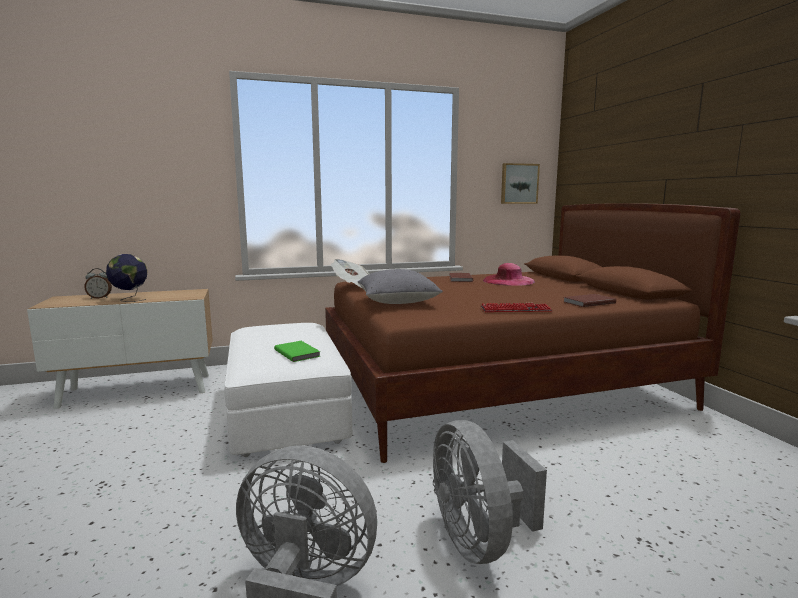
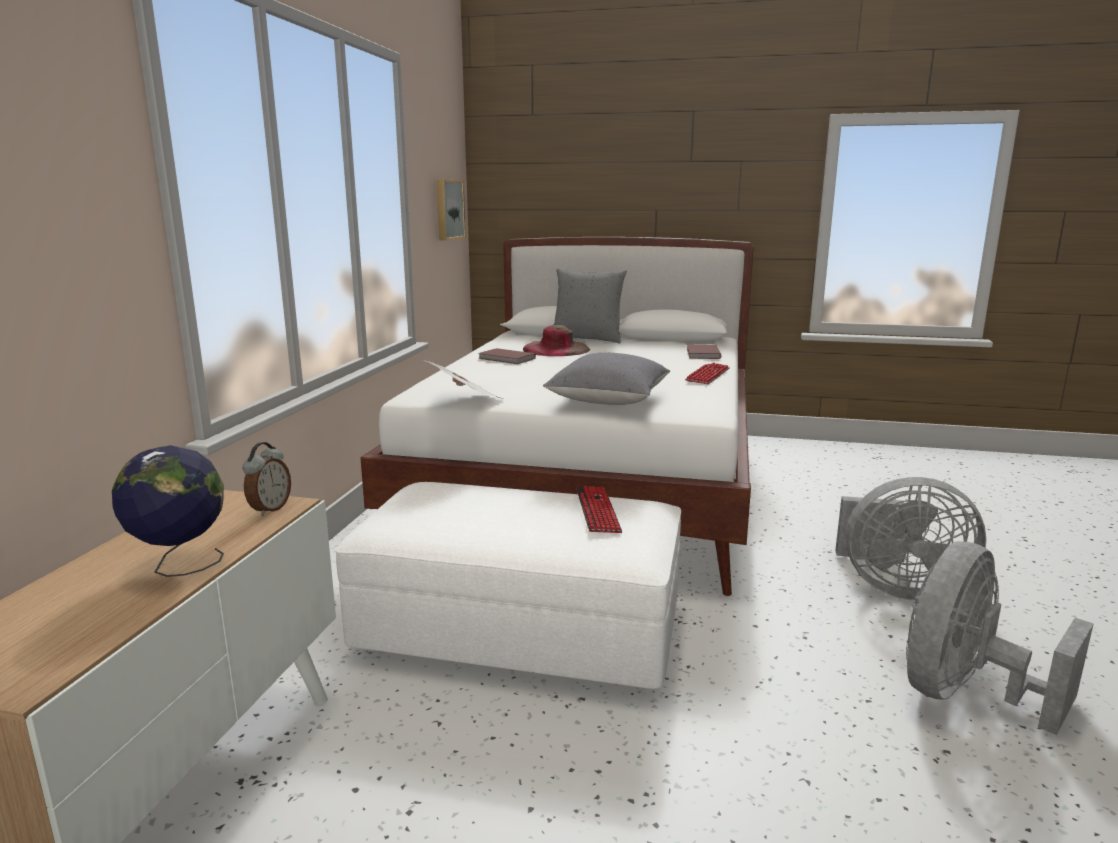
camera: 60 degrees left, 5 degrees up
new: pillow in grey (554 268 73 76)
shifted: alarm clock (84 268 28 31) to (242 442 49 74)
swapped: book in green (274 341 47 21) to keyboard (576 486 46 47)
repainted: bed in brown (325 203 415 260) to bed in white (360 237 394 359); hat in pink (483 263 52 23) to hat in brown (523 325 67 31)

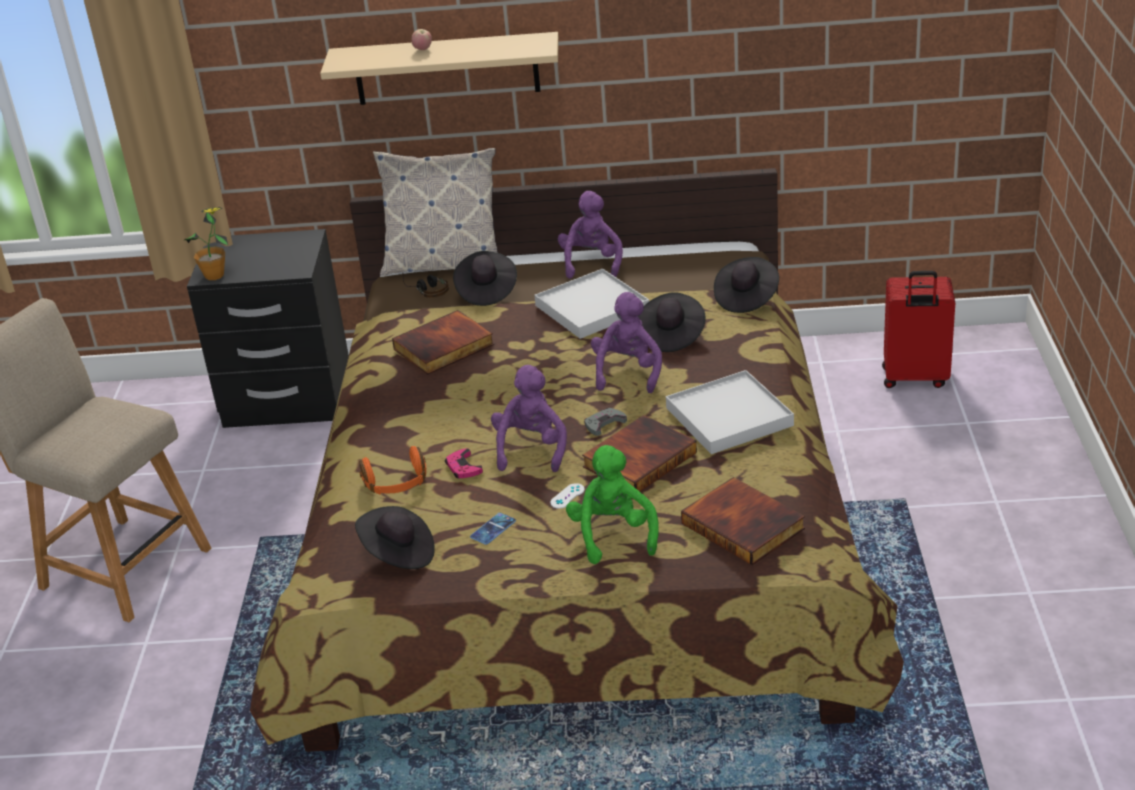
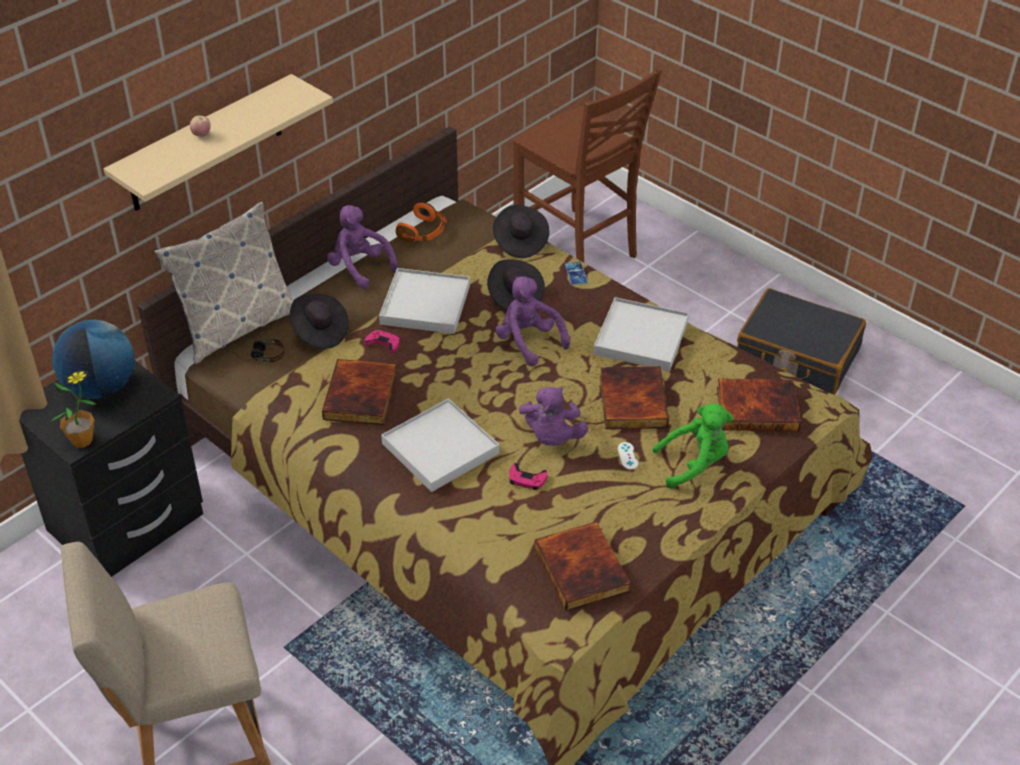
camera: 50 degrees left, 10 degrees up
gone: game controller in grey (584 408 43 28)
new: globe (52 320 82 79); game controller in pink (364 330 36 24); tray in white (381 398 118 94); suitcase in black (737 288 129 107)
shifted: headphones in orange (359 446 67 48) to (396 202 51 41); phone (470 513 46 32) to (565 262 23 23)
swapped: hat in black (355 506 80 63) to book (534 522 97 89); suitcase in red (882 271 73 117) to chair in brown (513 67 149 196)
rotated: plush toy in purple (491 365 76 107) = (519 387 69 59) 135 degrees counterclockwise; plush toy in green (566 445 93 119) = (652 404 81 85) 135 degrees clockwise

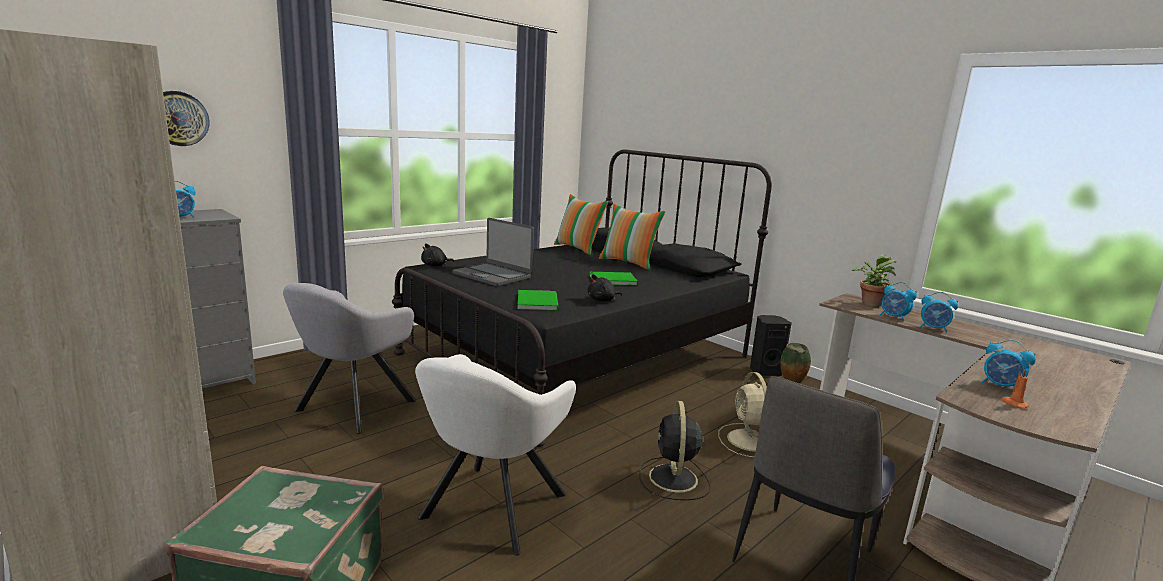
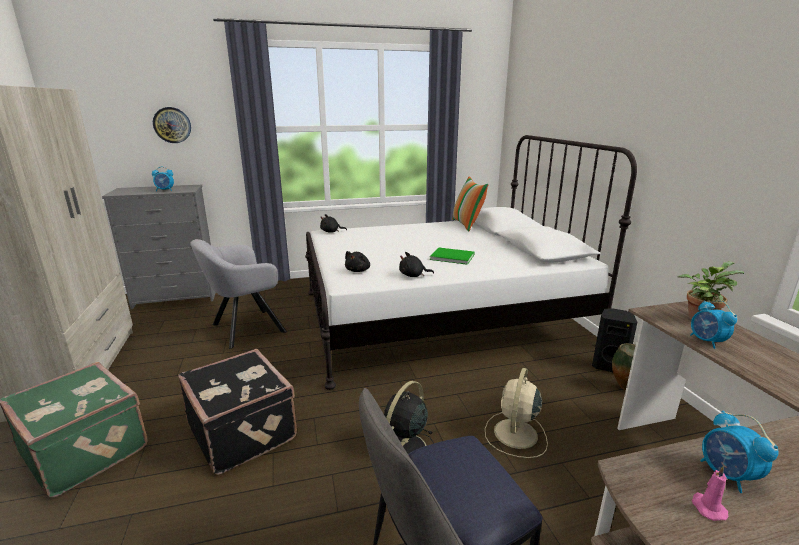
camera: 30 degrees right, 5 degrees up
gone: laptop (452 218 82 69); pillow (599 203 66 67); alarm clock (920 292 38 41)
swapped: armchair in white (415 354 161 202) to suitcase in black (178 349 119 126); book in green (517 290 42 21) to plush toy in black (345 251 25 21)
repainted: bed in black (392 150 380 297) to bed in white (305 135 332 255); candle in orange (1001 369 28 40) to candle in pink (692 466 36 55)

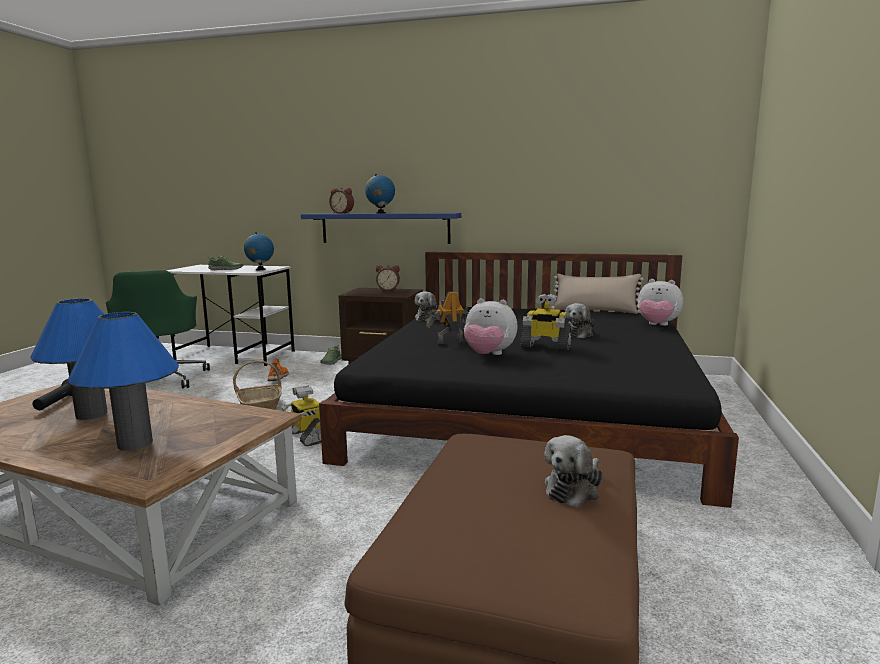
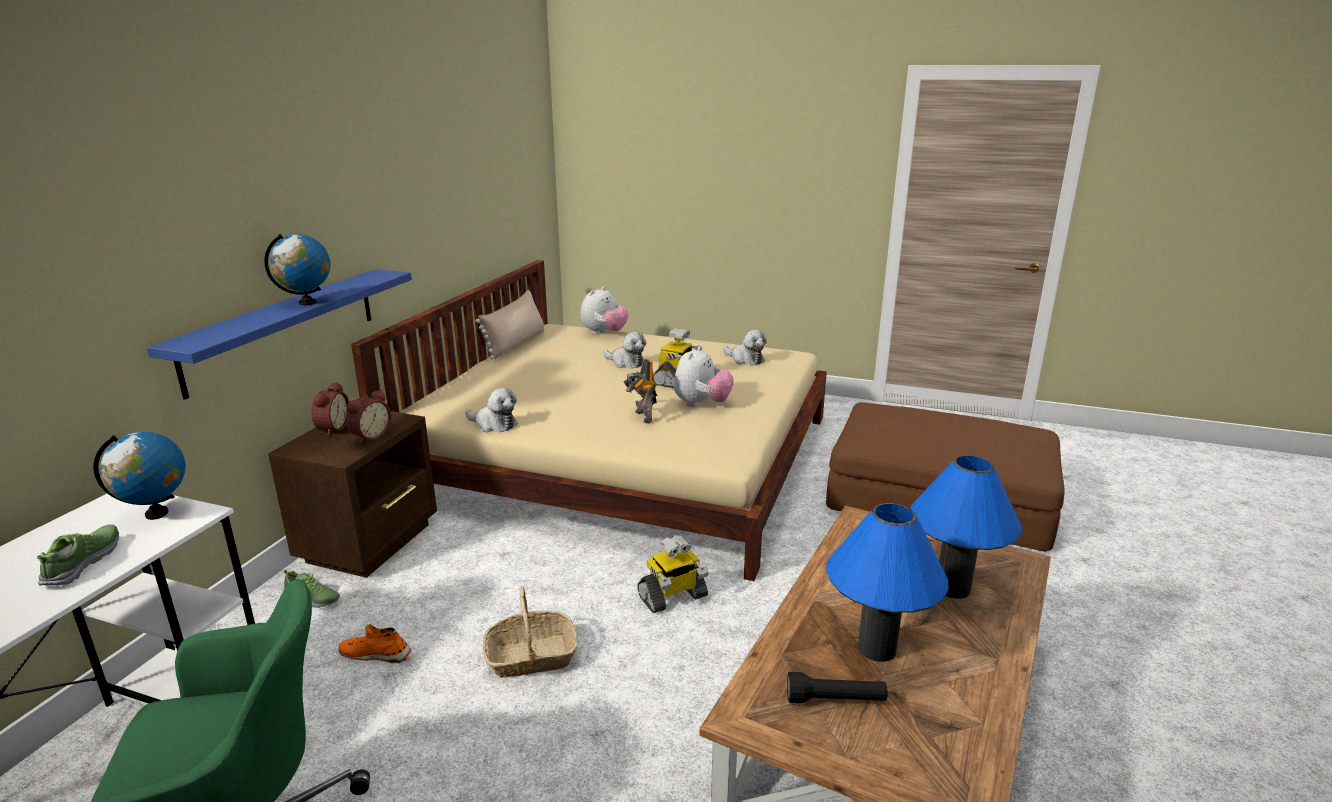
camera: 85 degrees left, 10 degrees up
shifted: alarm clock (329 188 25 25) to (345 390 46 53); plush toy (544 435 59 73) to (723 330 44 36)
repainted: bed in black (319 252 420 256) to bed in beige (351 260 476 321)

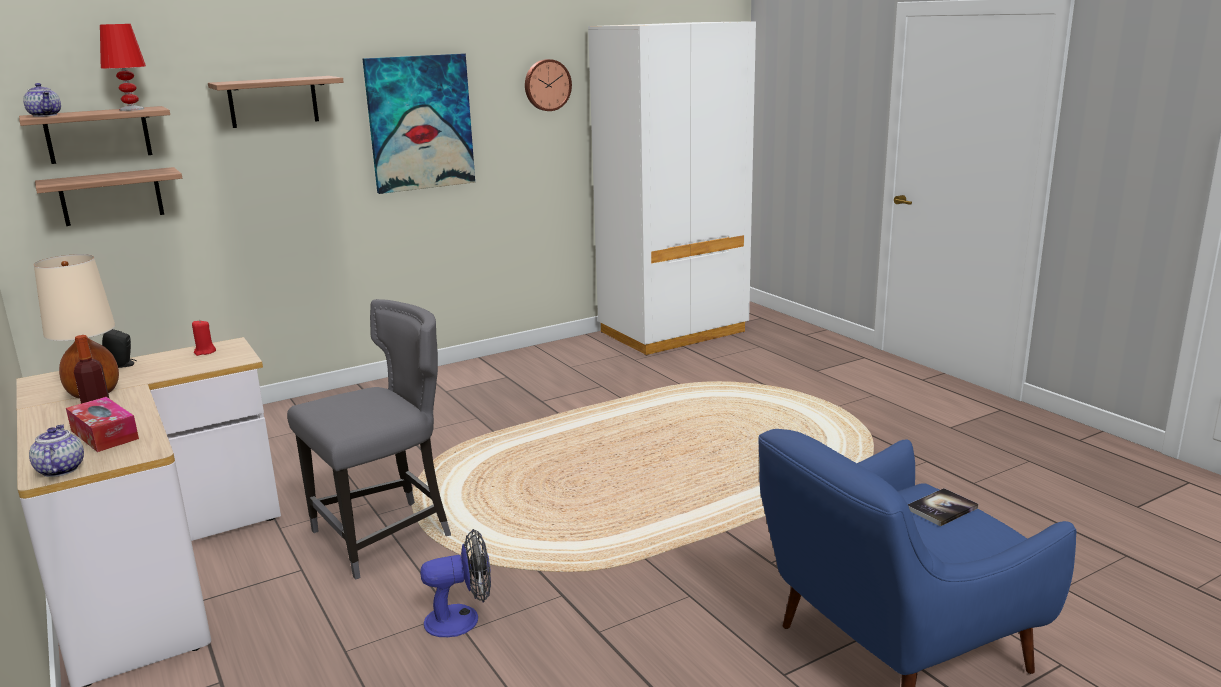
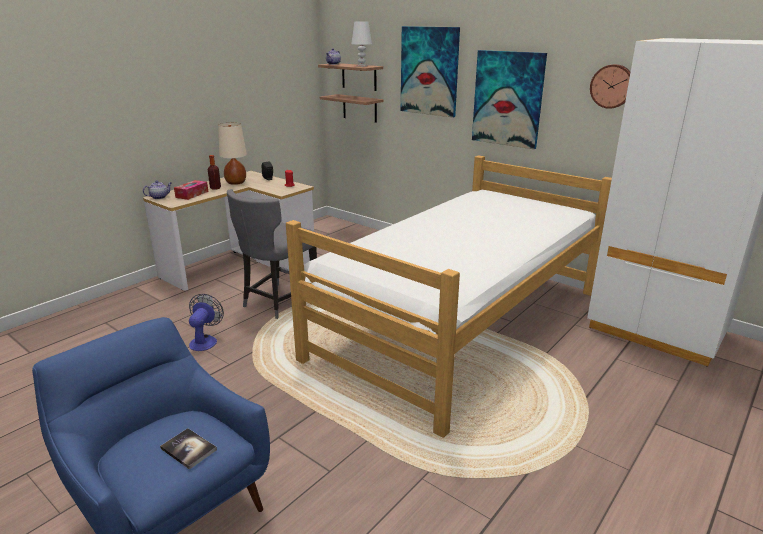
camera: 70 degrees right, 5 degrees up
new: bed (286 155 326 283)
swapped: shelf (208 76 136 52) to picture (401 26 59 91)
repainted: table lamp in red (100 24 46 87) to table lamp in white (351 21 21 46)
rotated: chair in grey (287 299 164 281) = (227 189 90 130) 90 degrees clockwise; fan (420 529 71 108) = (189 294 35 57) 135 degrees counterclockwise

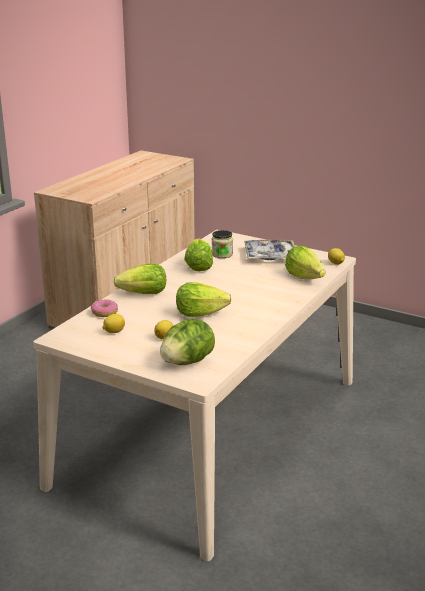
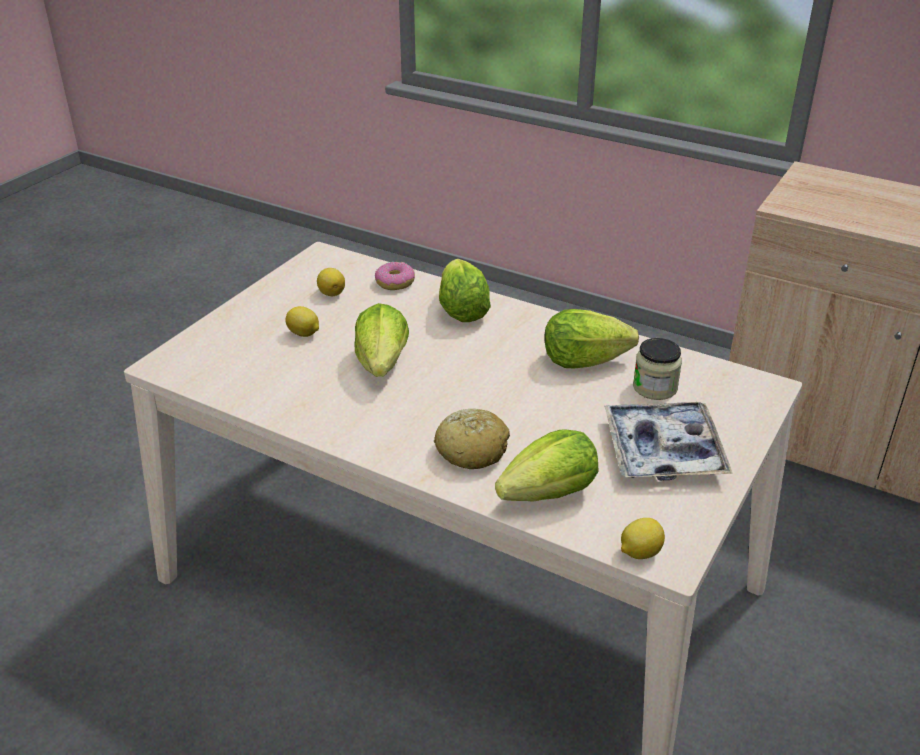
camera: 90 degrees right, 10 degrees up
gone: lettuce (160 319 55 46)
new: bread (434 409 76 60)

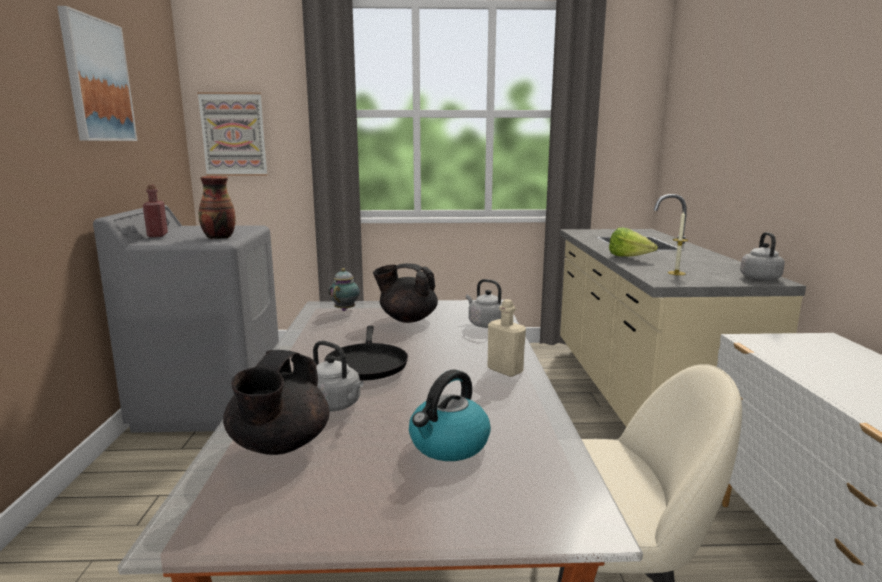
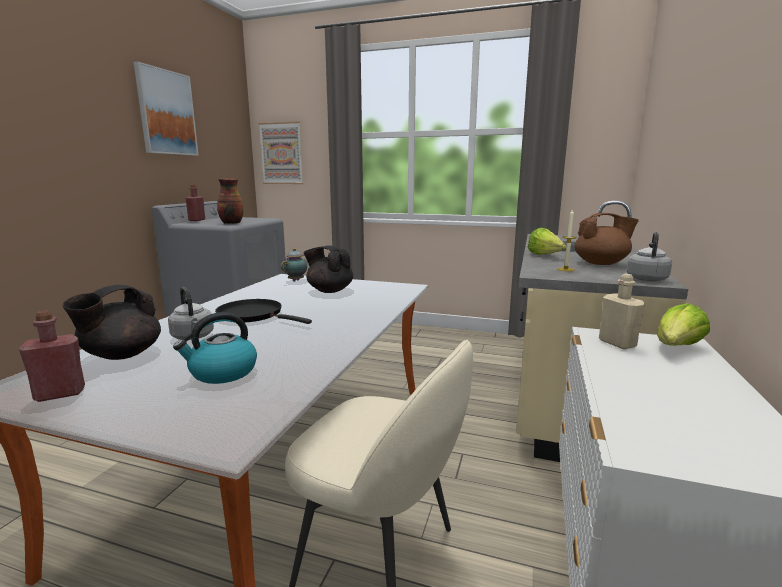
camera: 20 degrees right, 0 degrees up
gone: kettle in grey (466 279 36 49)
new: bottle in red (19 311 66 91); teapot in brown (575 213 64 52); lettuce (657 303 53 43)
shifted: bottle in beige (488 299 38 78) to (599 274 46 75)
rotated: frying pan in black (324 326 84 54) = (215 299 97 25) 105 degrees clockwise

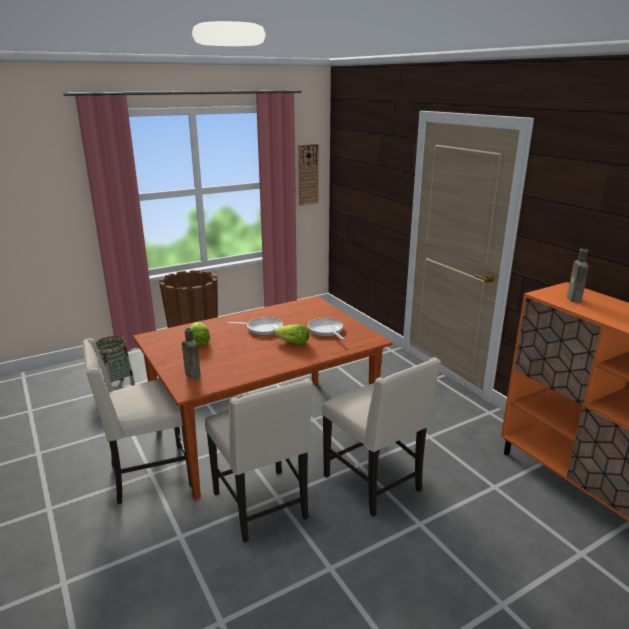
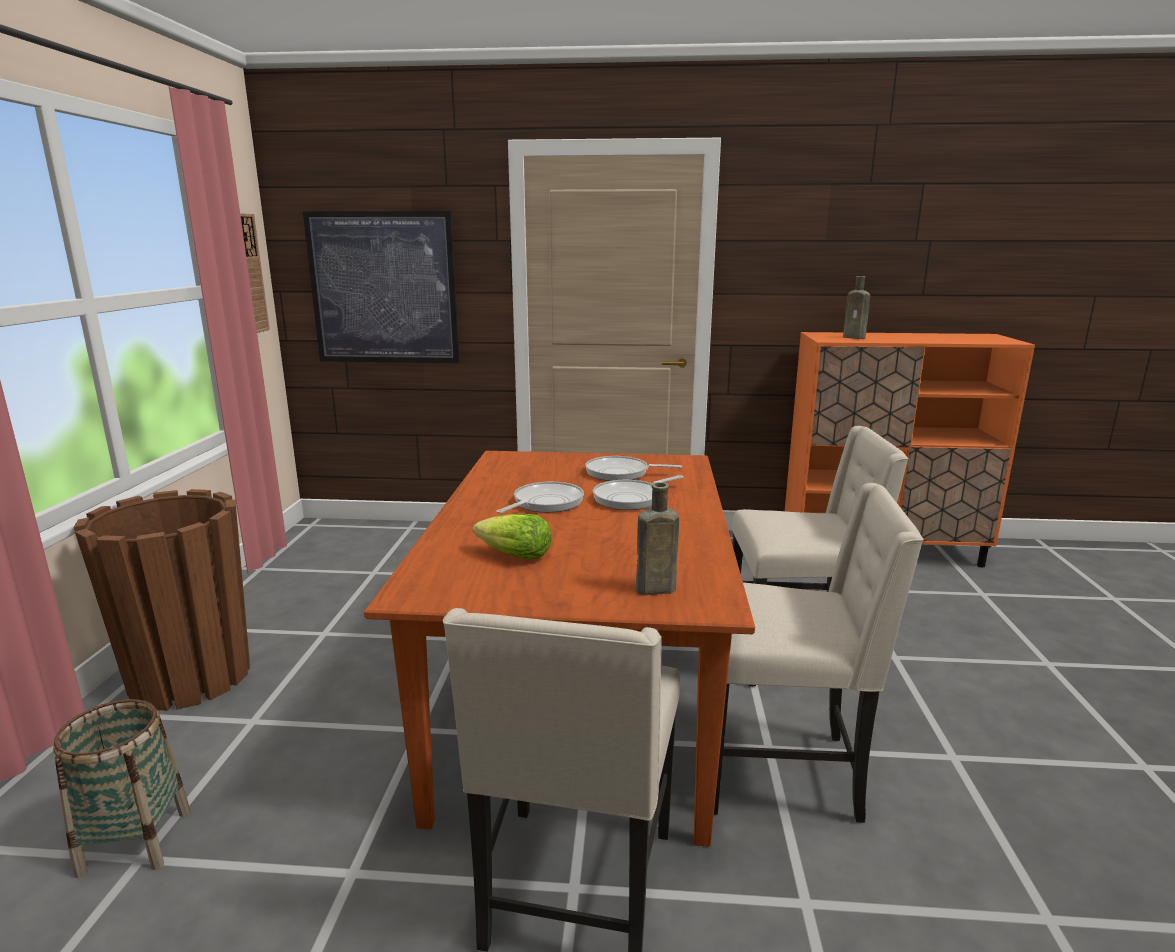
camera: 55 degrees left, 5 degrees down
new: picture (303 211 157 152)
swapped: lettuce (273 324 36 21) to frying pan (593 475 90 35)

